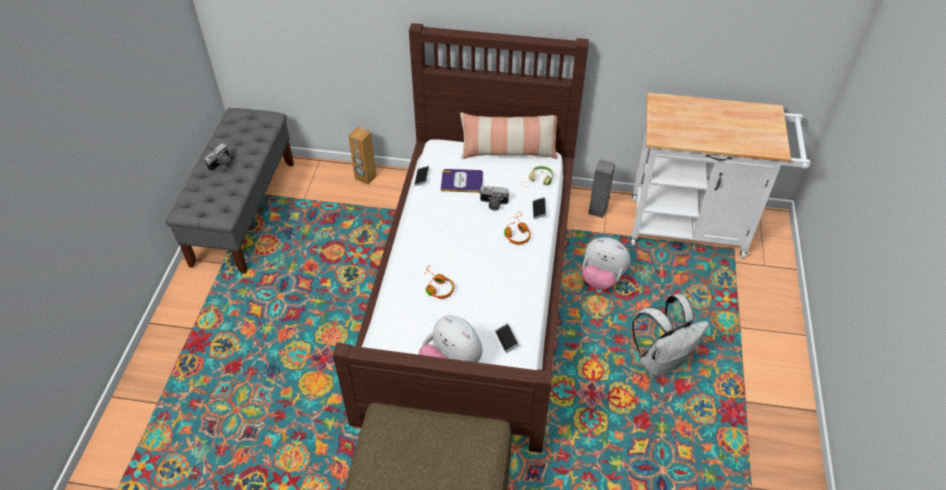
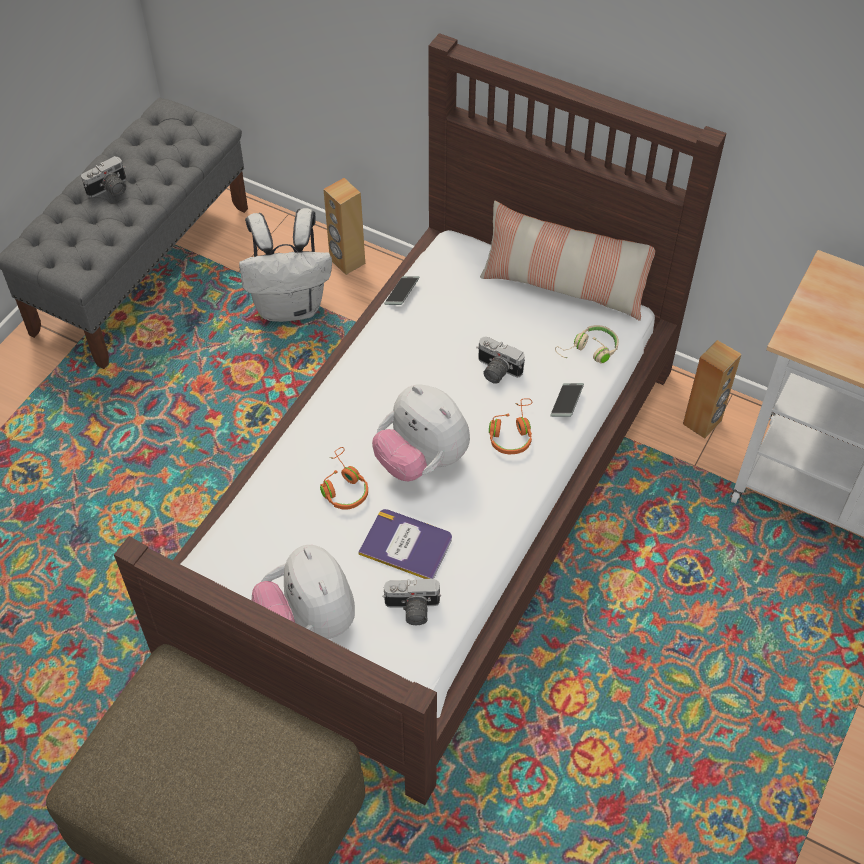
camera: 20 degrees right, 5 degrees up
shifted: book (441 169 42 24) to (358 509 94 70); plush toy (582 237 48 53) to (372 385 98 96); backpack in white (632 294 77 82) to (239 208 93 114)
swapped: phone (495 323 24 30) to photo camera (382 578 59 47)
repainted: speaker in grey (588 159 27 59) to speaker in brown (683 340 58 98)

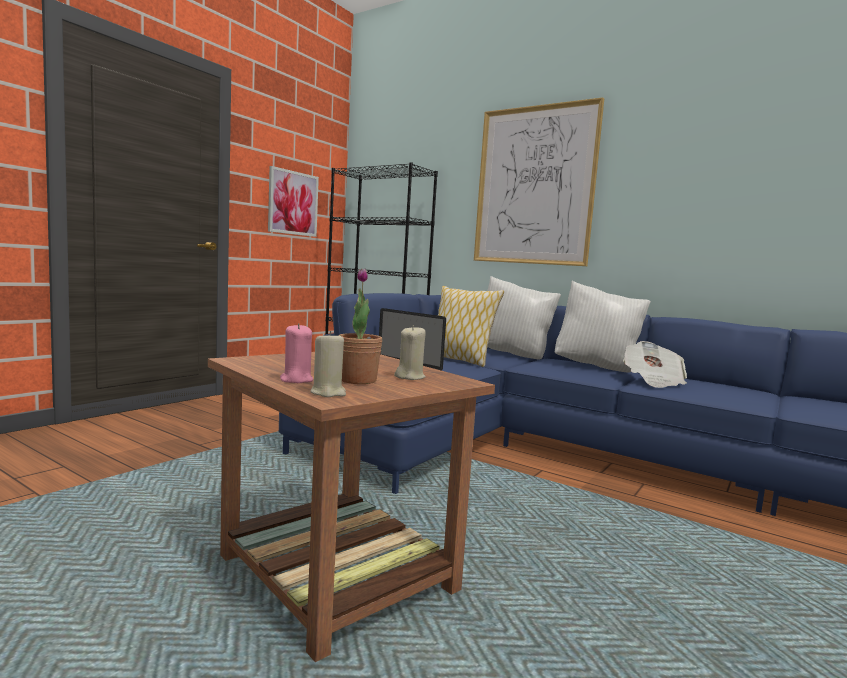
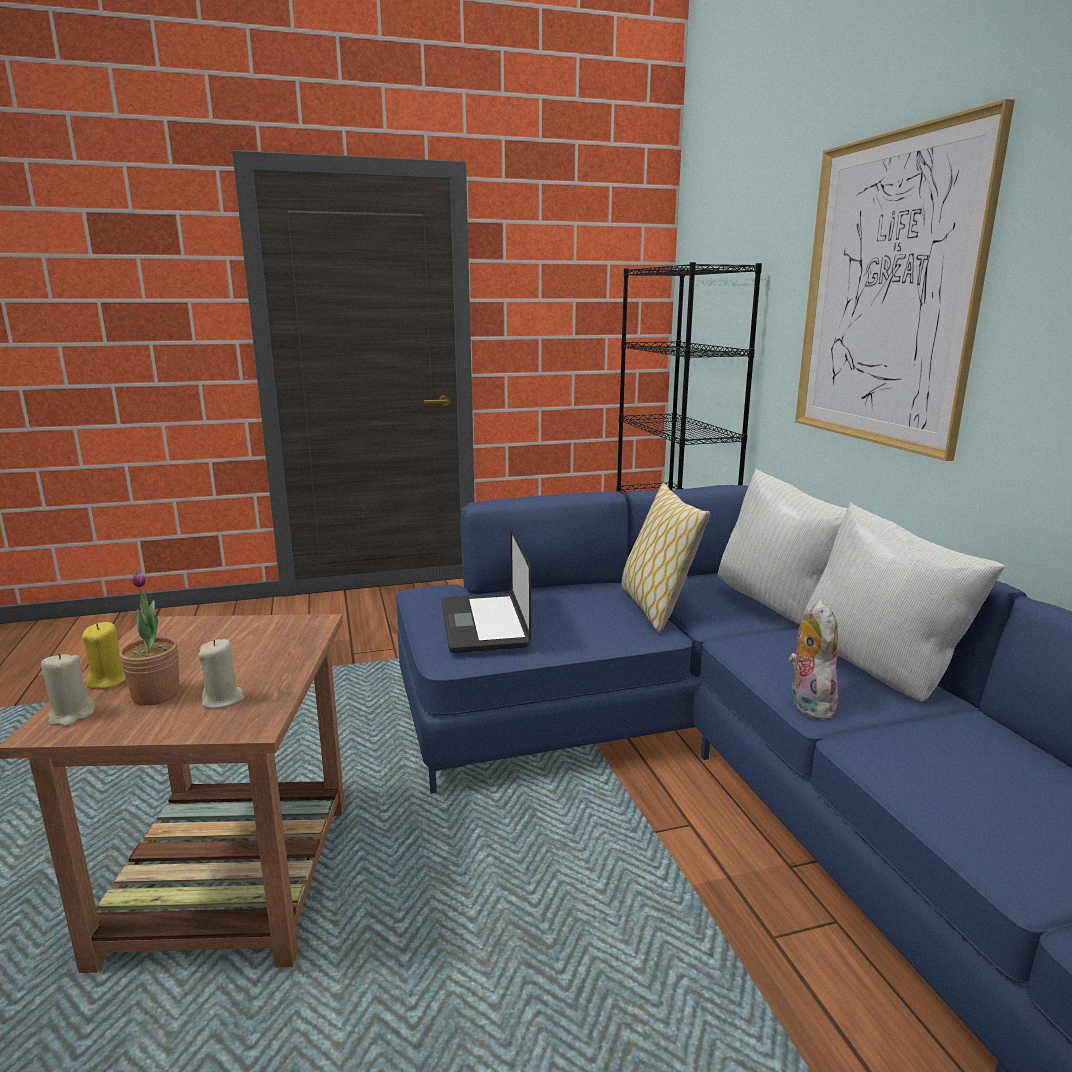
camera: 40 degrees right, 10 degrees up
gone: picture (268 166 51 71); newspaper (623 341 64 47)
new: plush toy (789 601 49 119)
repainted: candle in pink (280 323 33 60) to candle in yellow (82 622 44 67)

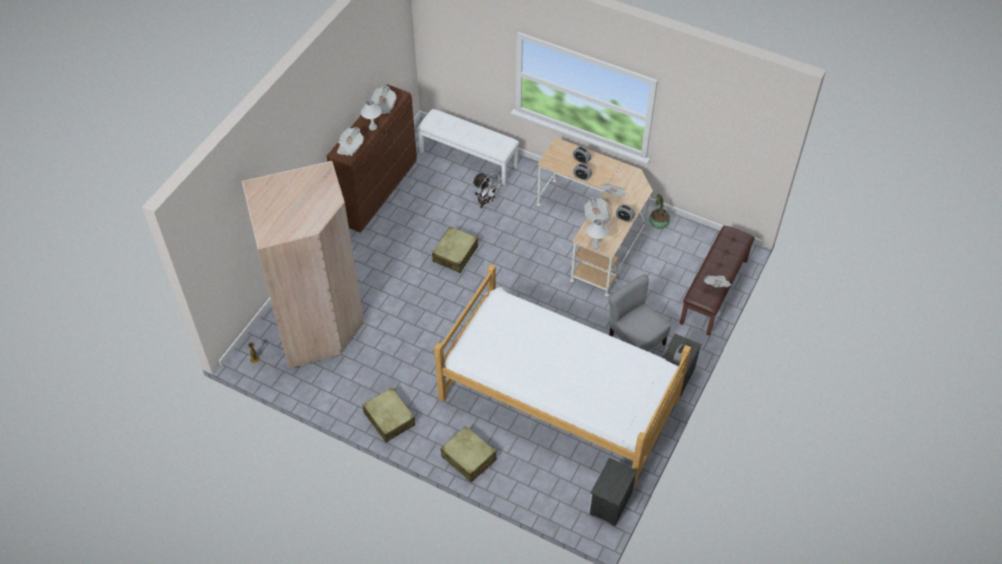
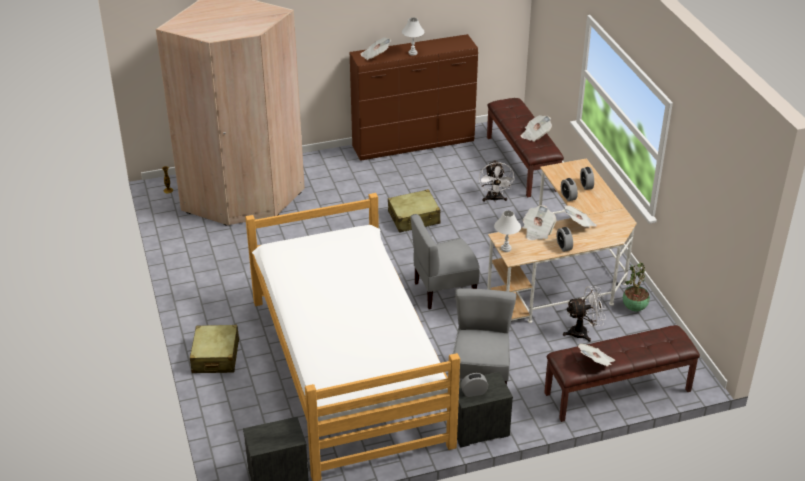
camera: 45 degrees right, 15 degrees down
gone: suitcase in beige (362 387 53 56)
new: chair in grey (411 214 69 95); fan in white (563 286 43 56)
shifted: newspaper (371 86 25 28) to (521 115 31 27)
repainted: bench in white (417 109 102 76) to bench in brown (487 98 77 99)

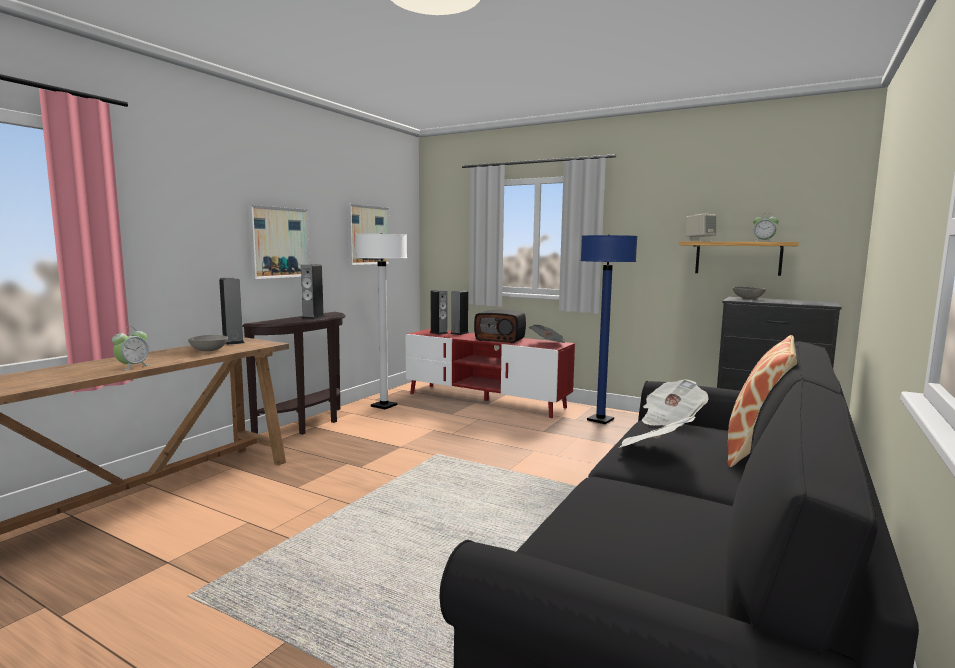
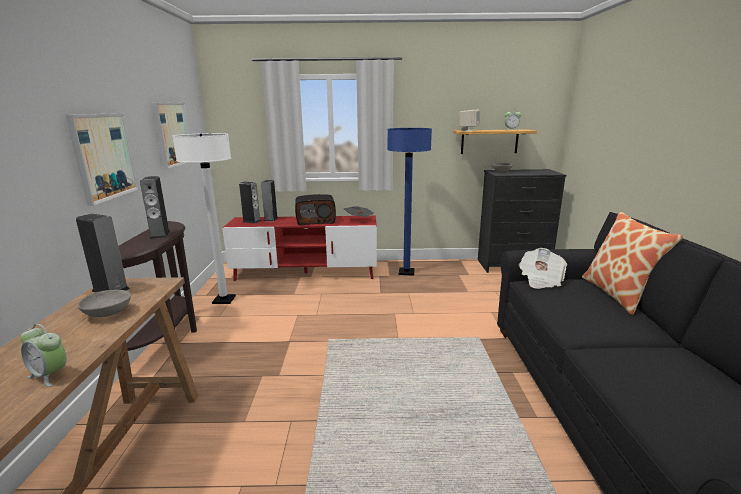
camera: 30 degrees left, 10 degrees up
gone: newspaper (619 416 77 32)
rotated: alarm clock (112 327 38 43) = (20 324 46 63) 120 degrees clockwise

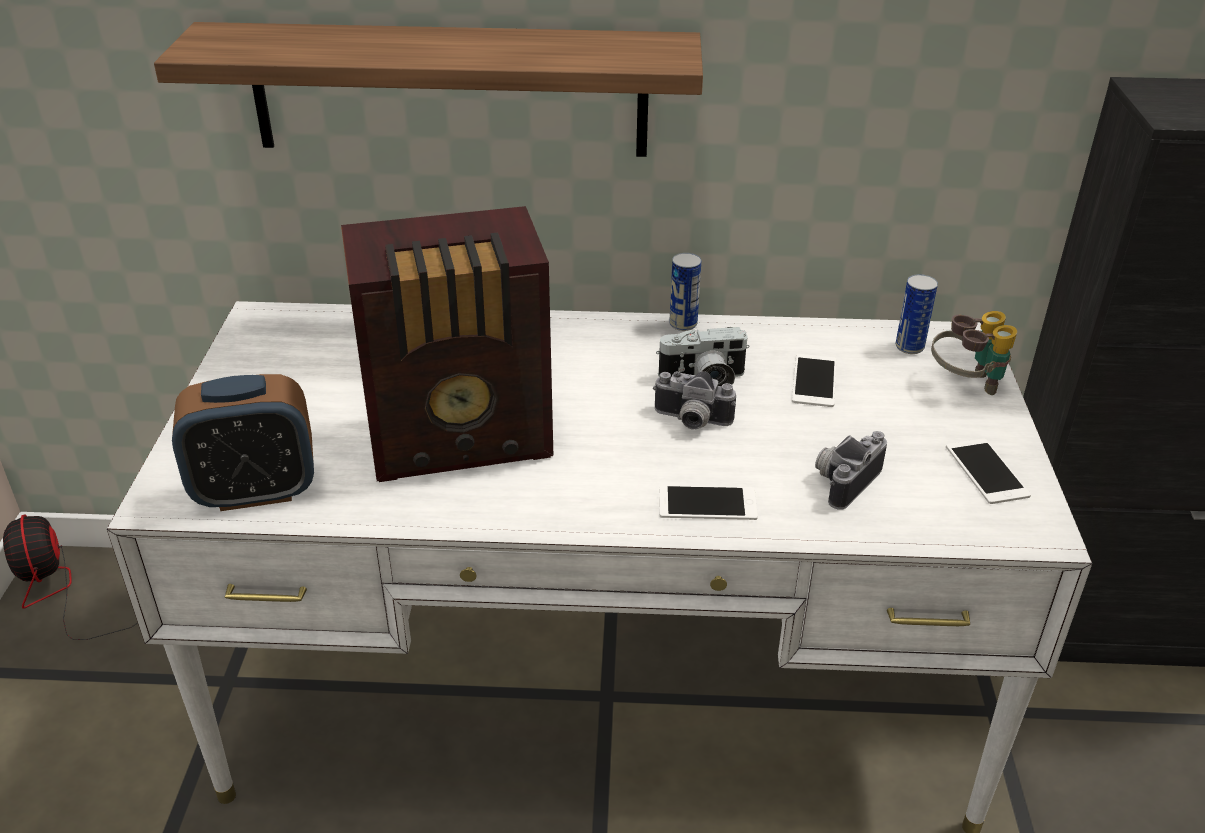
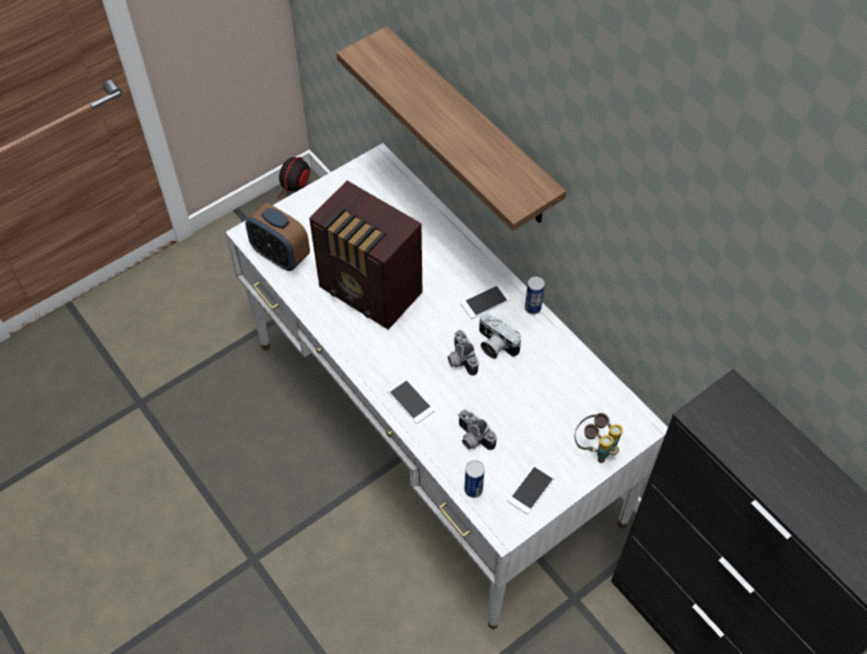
camera: 50 degrees right, 20 degrees up
shifted: phone (792 354 44 53) to (460 284 51 35); can (896 274 42 80) to (465 460 20 38)
rotated: photo camera (815 431 72 79) = (458 410 39 40) 135 degrees counterclockwise

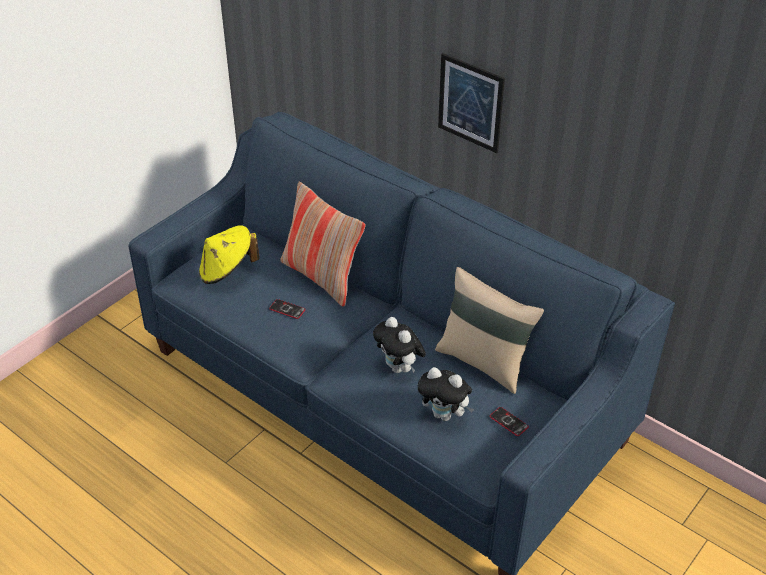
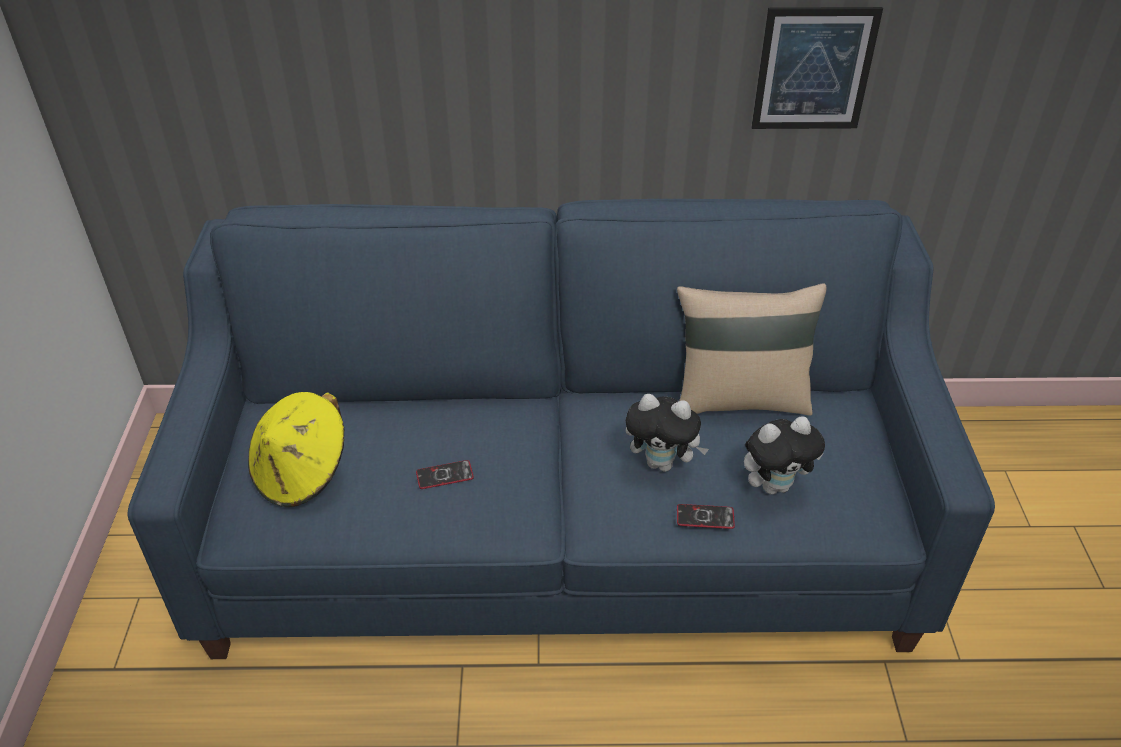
camera: 40 degrees left, 0 degrees up
gone: pillow (280 182 85 124)
shifted: picture (438 53 67 100) to (751 7 132 122); phone (489 407 40 29) to (677 504 58 25)

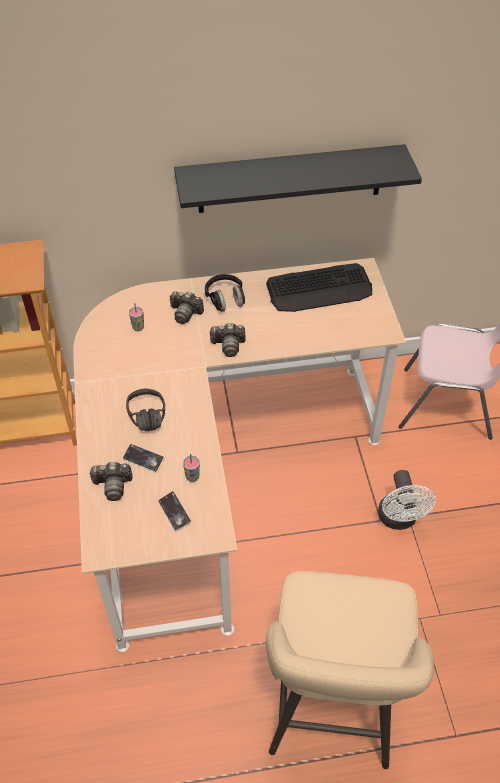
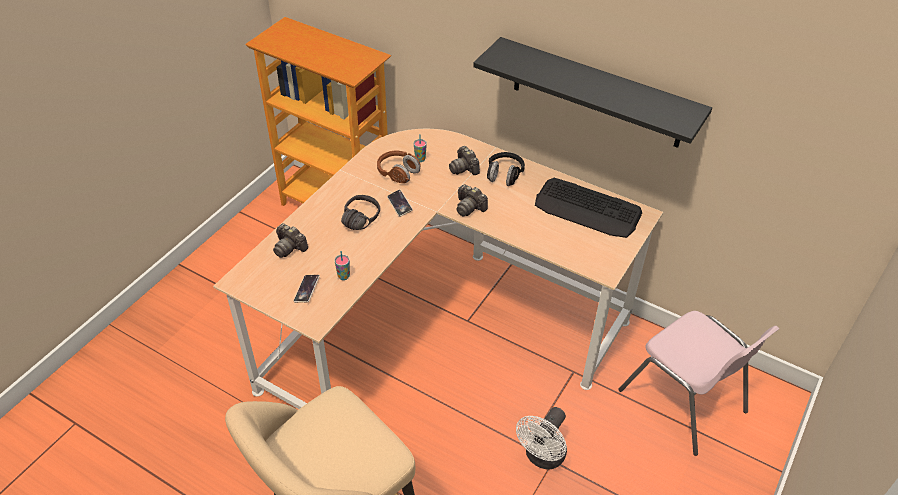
camera: 40 degrees right, 5 degrees down
new: headphones in brown (377 151 44 32)
shifted: phone (123 444 41 29) to (387 190 26 27)

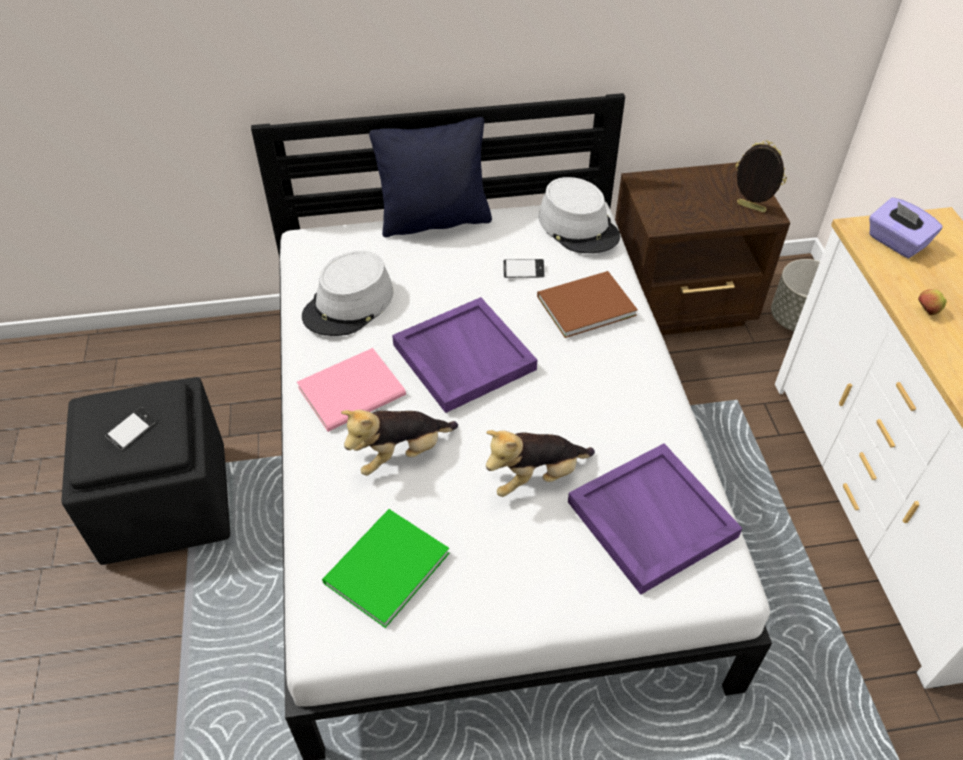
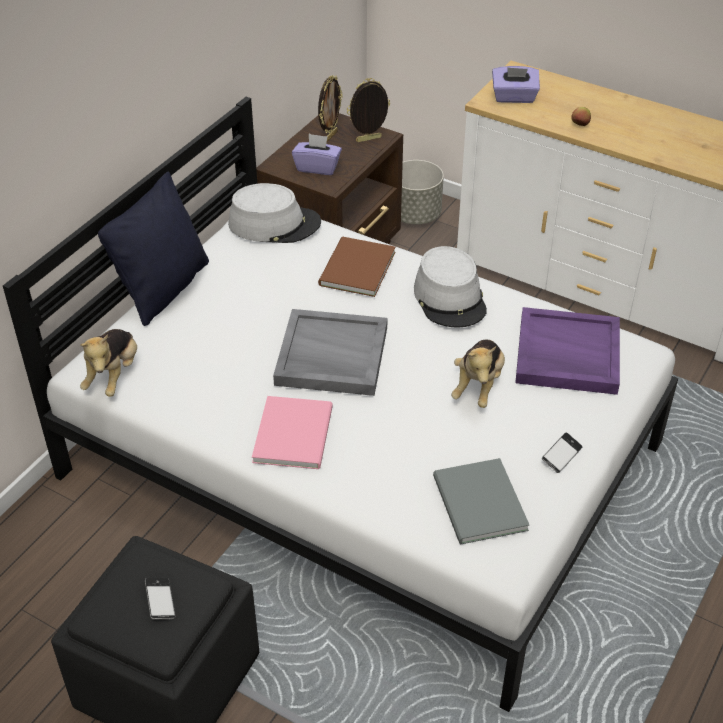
camera: 50 degrees left, 5 degrees down
new: tissue box in purple (292 134 50 41); picture frame (318 75 25 67)
shifted: hat in grey (302 251 92 85) to (414 246 73 82); plush toy (341 410 117 66) to (80 329 57 68); phone (503 259 42 19) to (542 432 40 41)
repainted: book in green (322 509 128 119) to book in grey (433 458 96 86); tray in purple (392 297 145 116) to tray in grey (273 309 115 87)

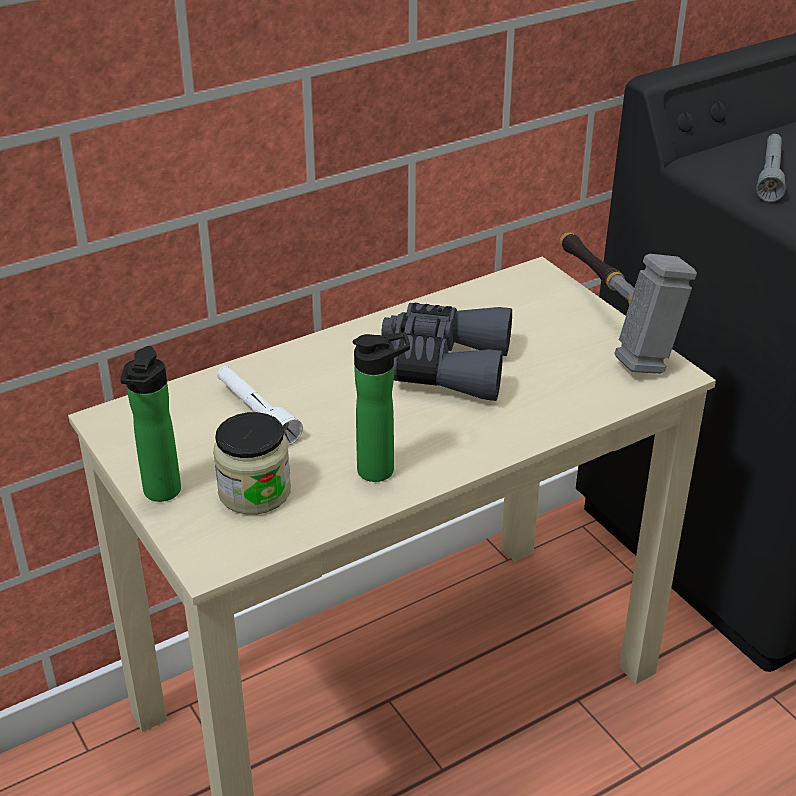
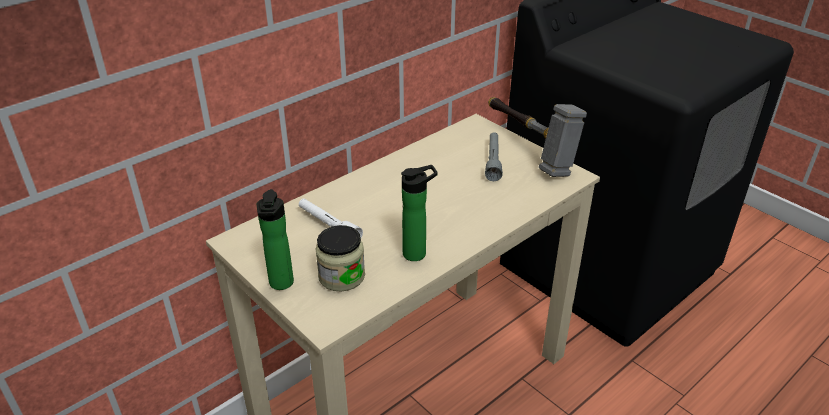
camera: 10 degrees left, 0 degrees up
gone: binoculars in grey (381 303 131 98)
shifted: flashlight in grey (757 134 29 68) to (485 132 18 49)

